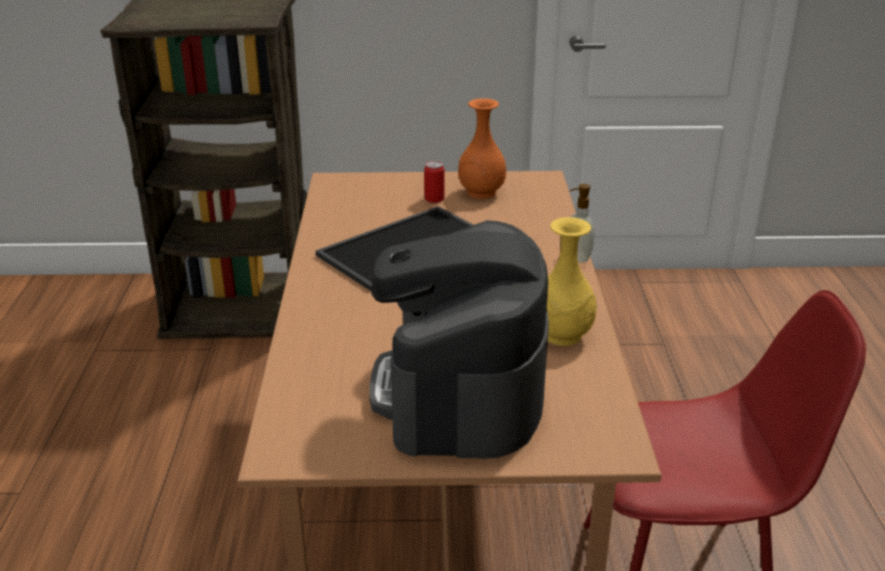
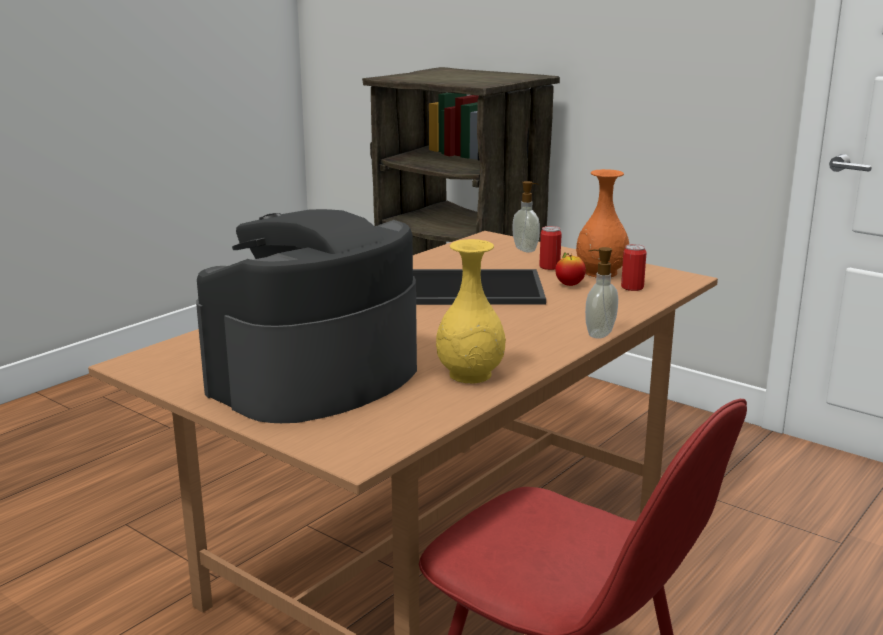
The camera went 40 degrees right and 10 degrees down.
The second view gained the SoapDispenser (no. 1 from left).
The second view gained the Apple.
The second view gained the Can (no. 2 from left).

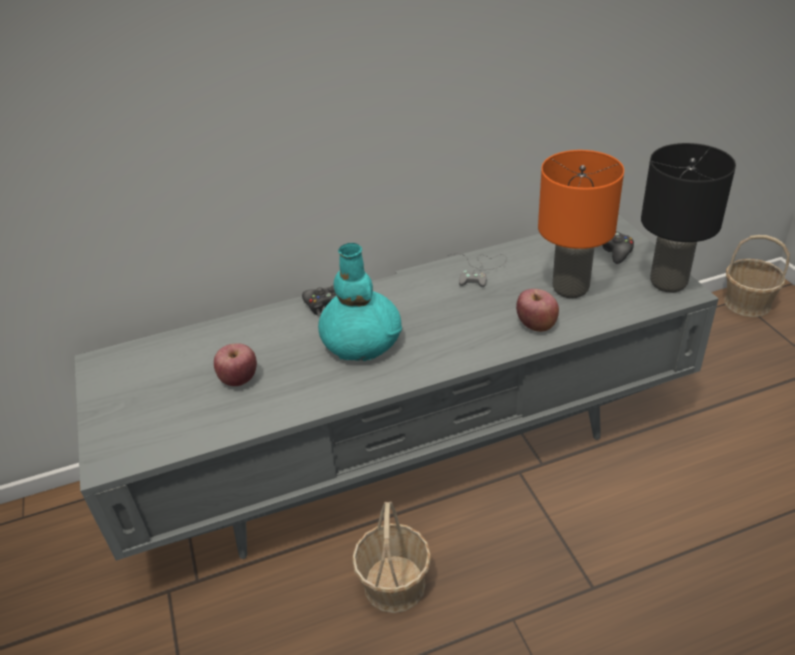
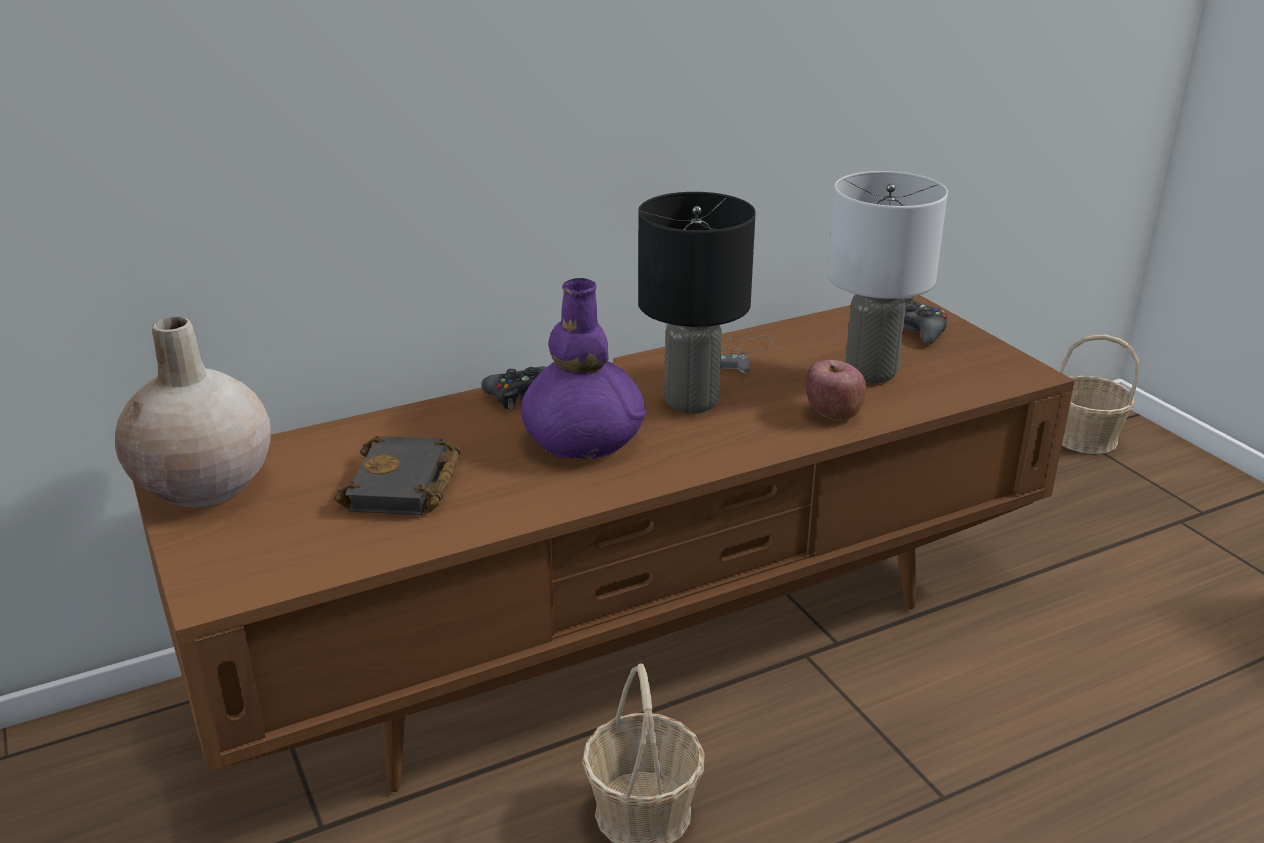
The camera went 10 degrees left and 10 degrees down.
What was the GreyTvStand turned into the BrownTvStand.
Where the Apple (no. 1 from left) stood, the BlackBook came to stand.
What was the TurquoiseVase turned into the PurpleVase.
What was the OrangeTableLamp turned into the WhiteTableLamp.
The BlackTableLamp ended up elsewhere.
The second view gained the BeigeVase.

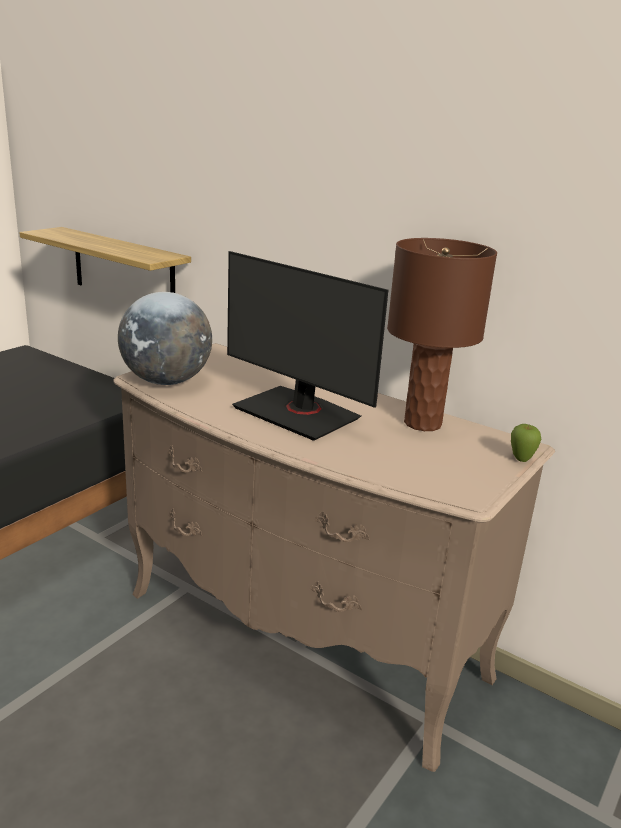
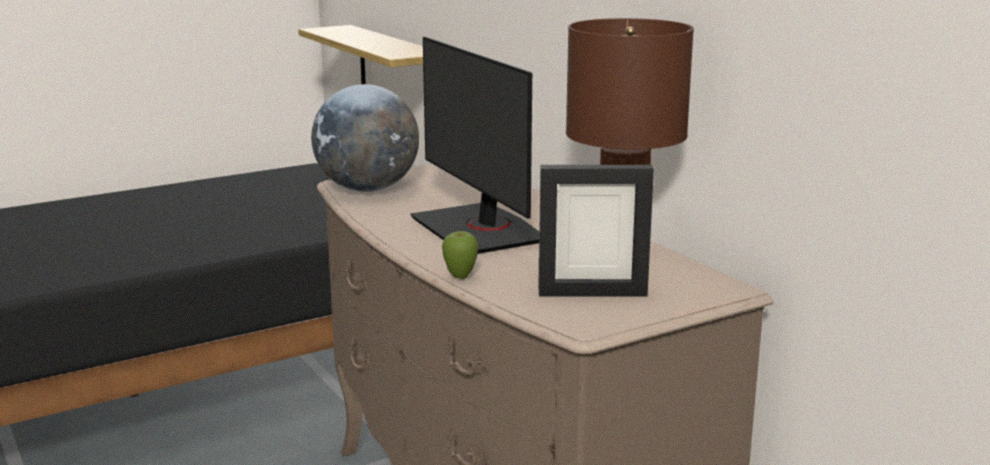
The camera went 25 degrees right and 5 degrees down.
The Apple ended up elsewhere.
The second view gained the PictureFrame.

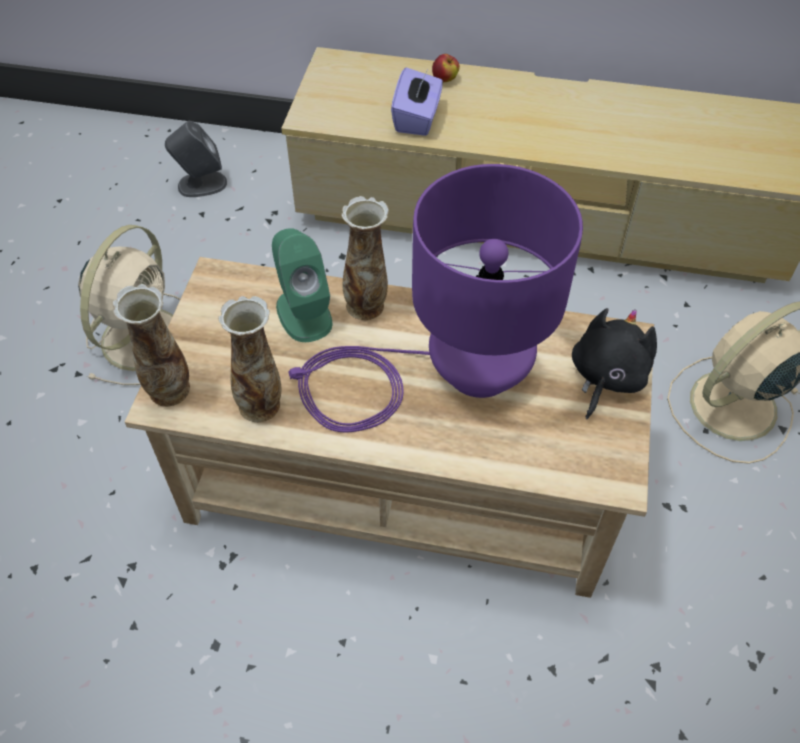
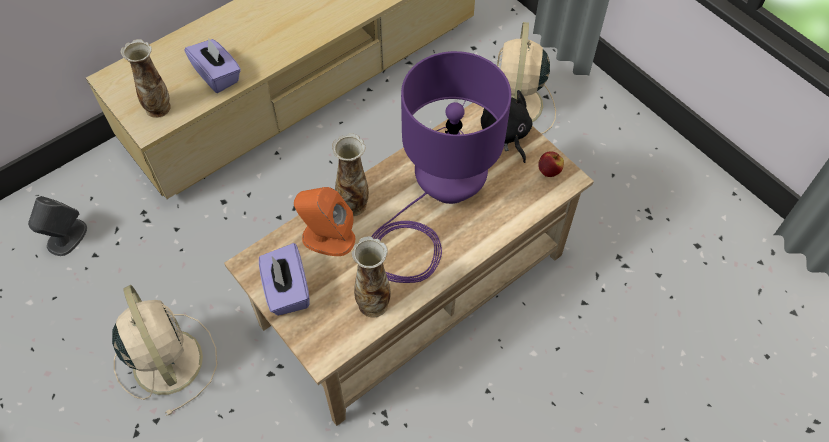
The camera went 50 degrees left and 5 degrees up.
The Vase (no. 1 from left) ended up elsewhere.
What was the GreenSpeaker turned into the OrangeSpeaker.
The Apple ended up elsewhere.
The second view gained the PurpleTissueBox (no. 2 from left).

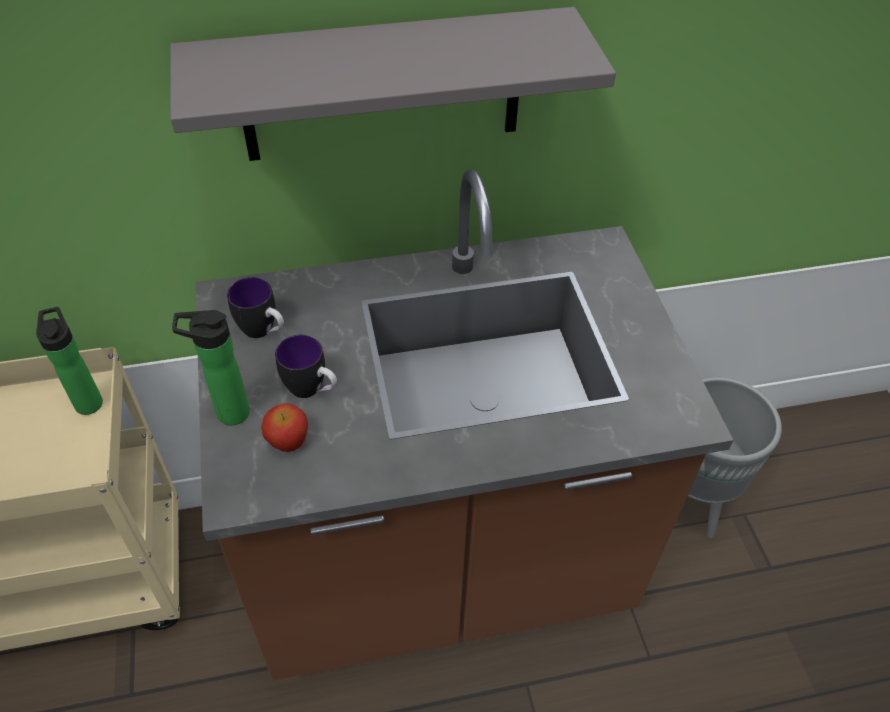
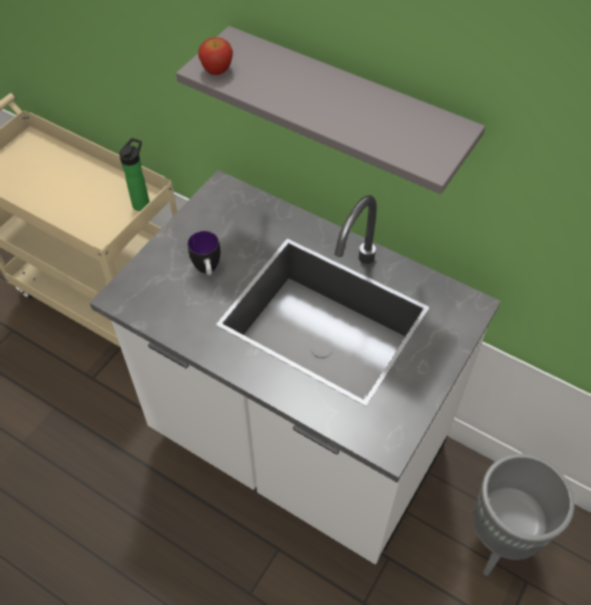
The camera went 45 degrees right and 5 degrees up.
The second view lost the Bottle (no. 2 from left).
What was the BrownCounter turned into the WhiteCounter.
The second view lost the Mug (no. 1 from left).
The Apple ended up elsewhere.

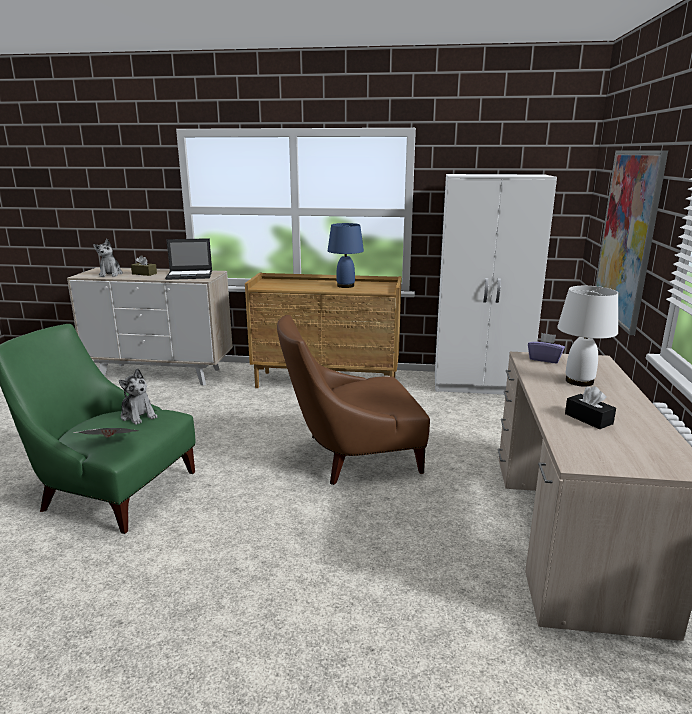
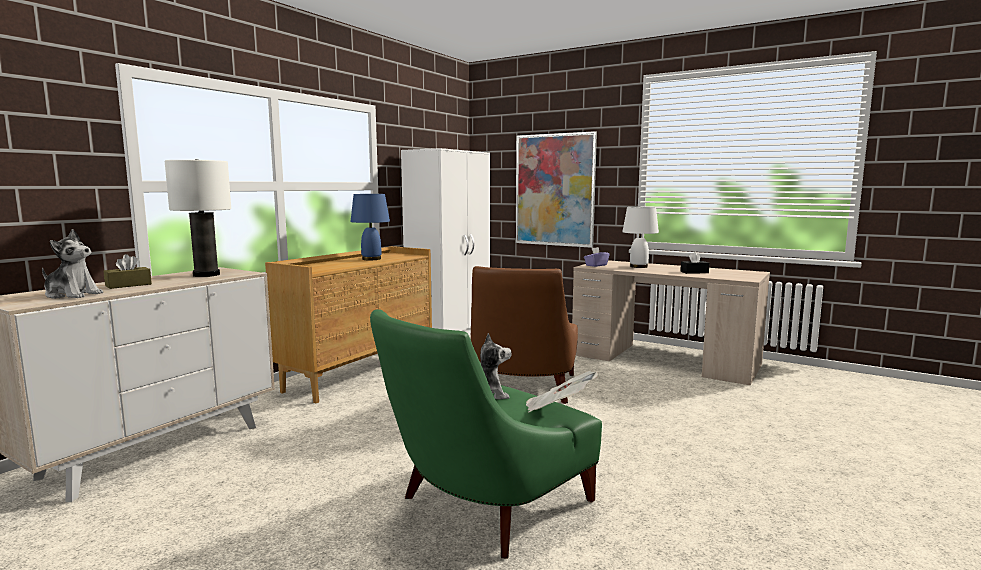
The camera went 65 degrees left and 10 degrees down.
Where the Laptop stood, the WhiteTableLamp (no. 1 from left) came to stand.

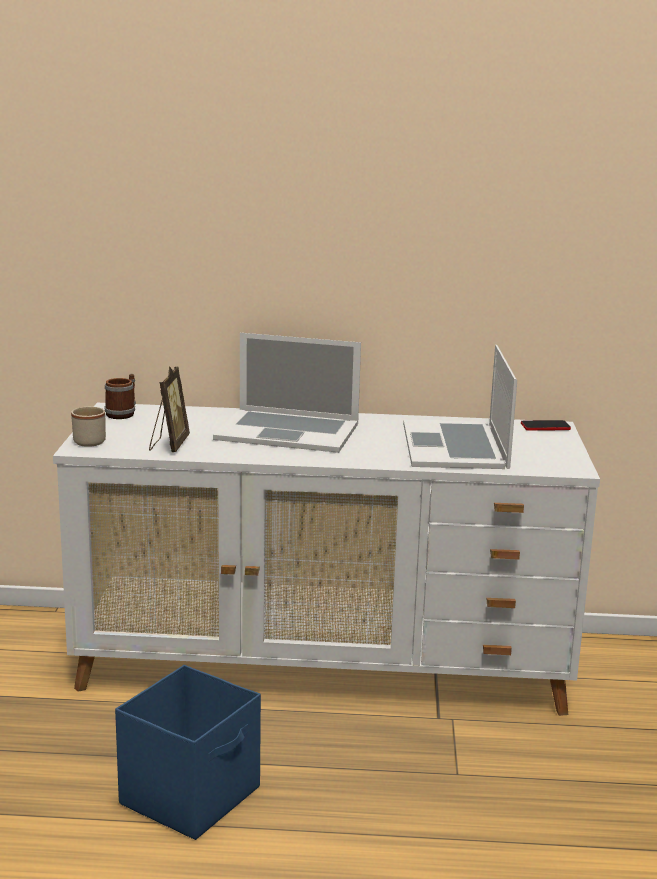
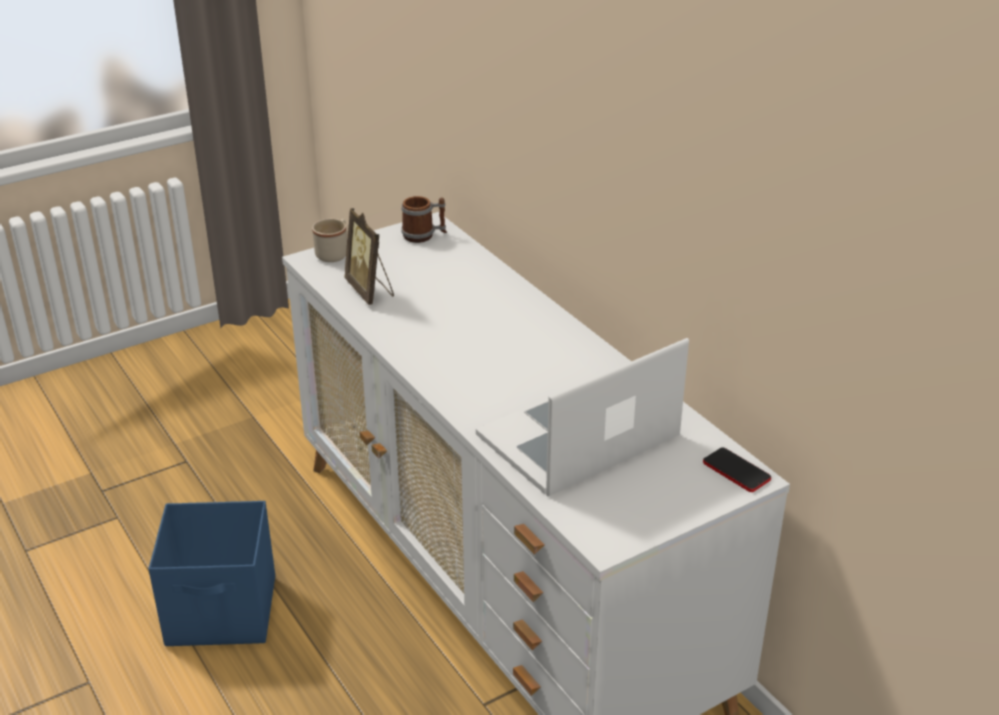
The camera went 55 degrees right and 15 degrees up.
The PictureFrame ended up facing another way, 90 degrees clockwise from before.
The second view lost the Laptop (no. 1 from left).

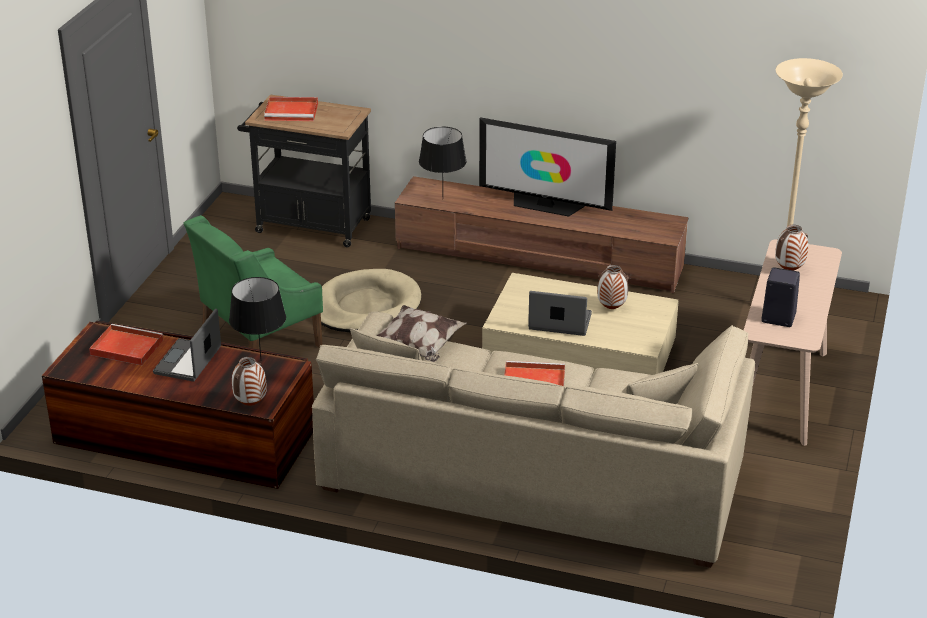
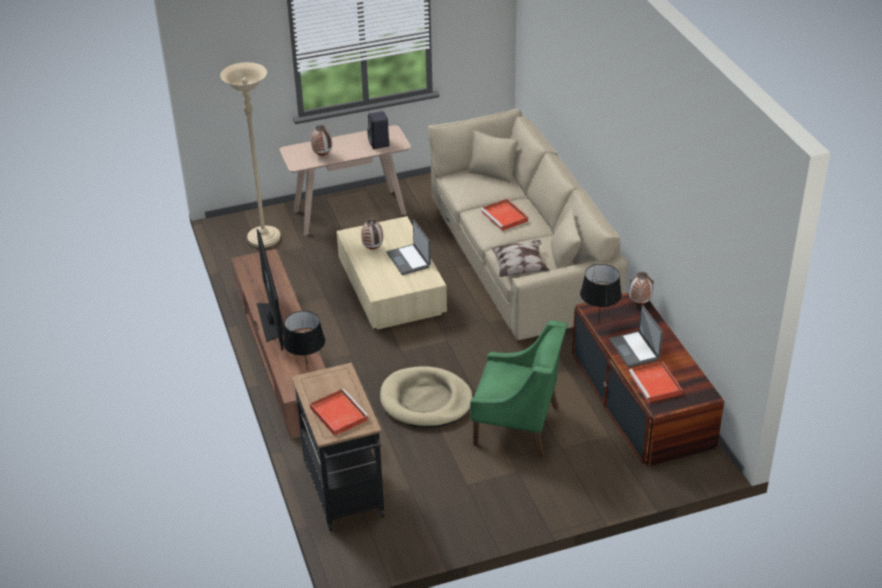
The camera went 125 degrees left and 5 degrees up.
The Laptop (no. 1 from left in the first image) ended up facing another way, 90 degrees clockwise from before.

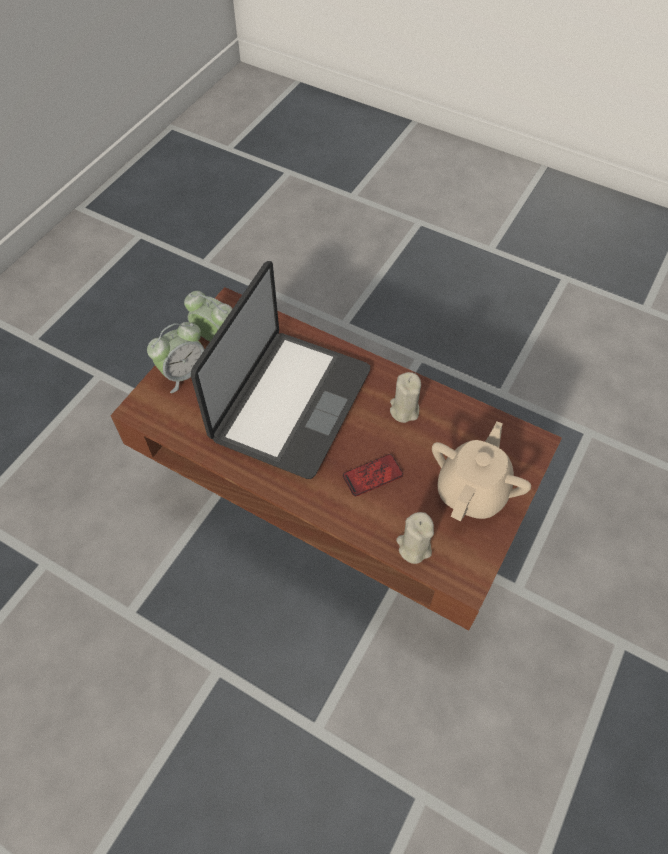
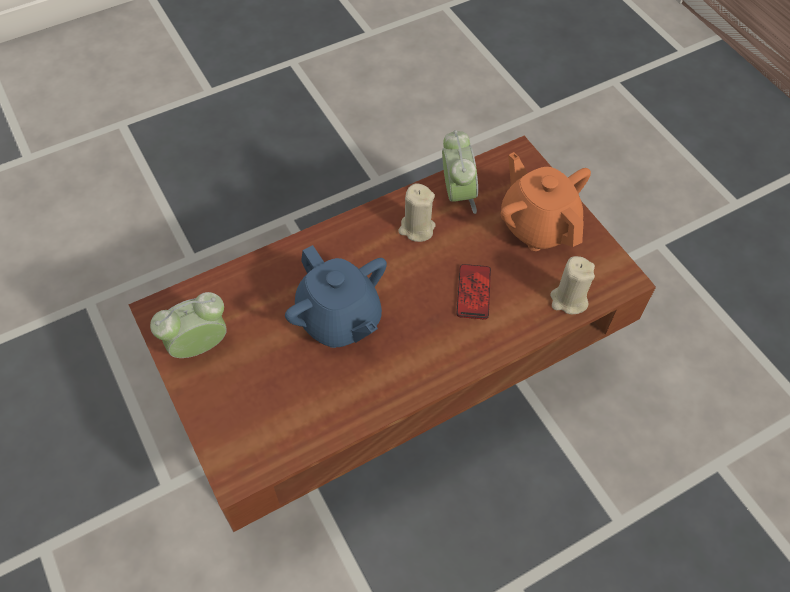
The camera went 60 degrees left and 0 degrees up.
The AlarmClock (no. 1 from left in the first image) ended up elsewhere.
Where the Laptop stood, the BlueTeapot came to stand.
What was the BeigeTeapot turned into the OrangeTeapot.

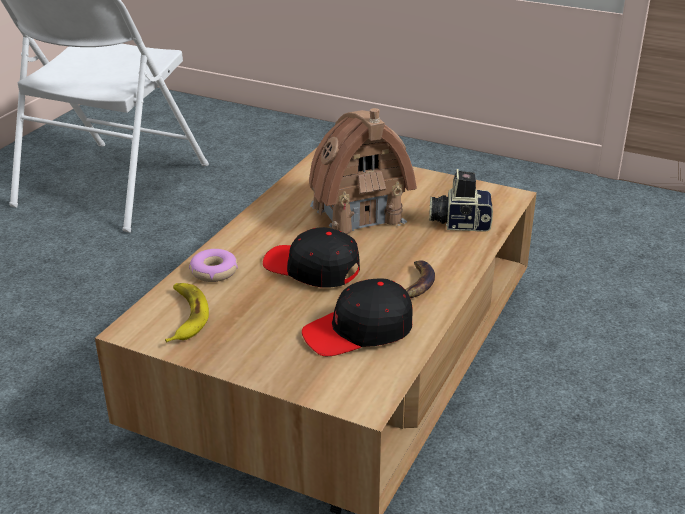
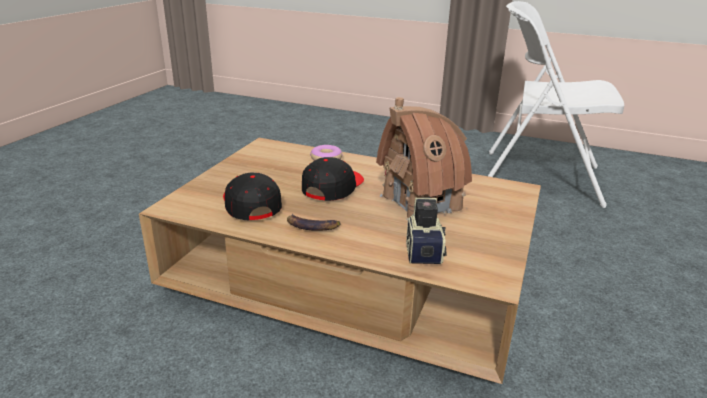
The camera went 85 degrees right and 5 degrees down.
The second view lost the Banana (no. 1 from left).

